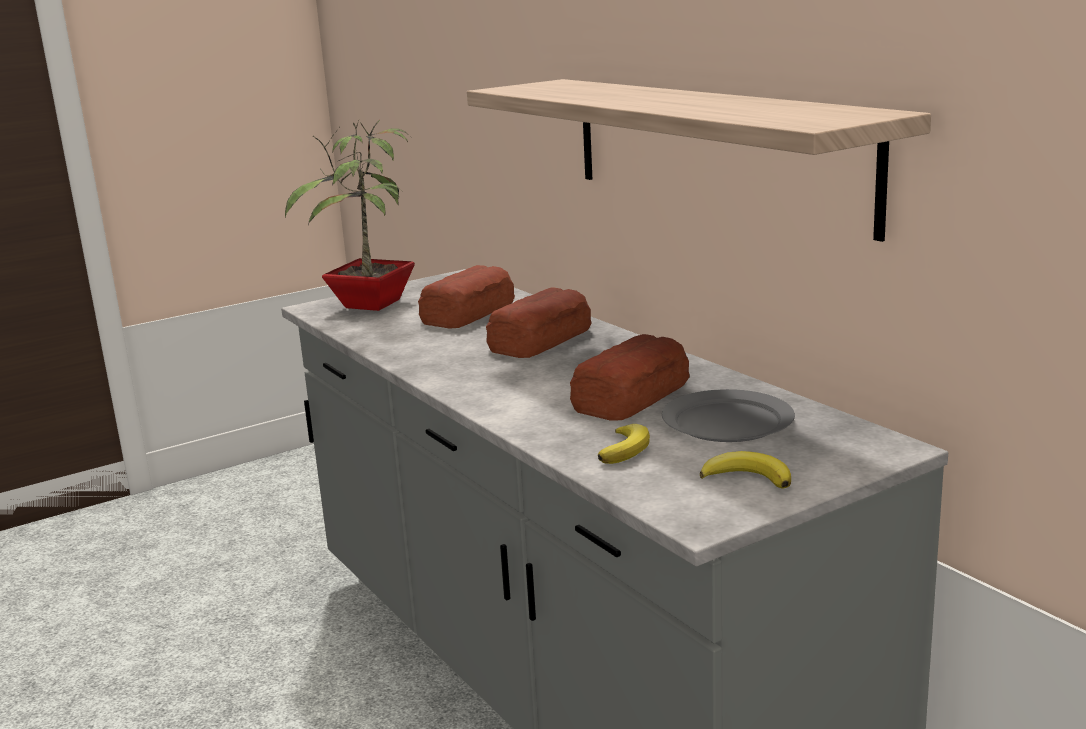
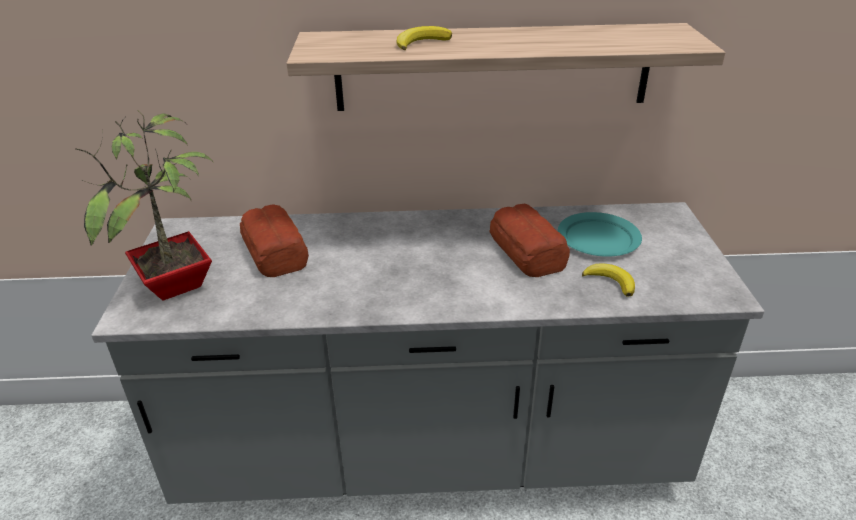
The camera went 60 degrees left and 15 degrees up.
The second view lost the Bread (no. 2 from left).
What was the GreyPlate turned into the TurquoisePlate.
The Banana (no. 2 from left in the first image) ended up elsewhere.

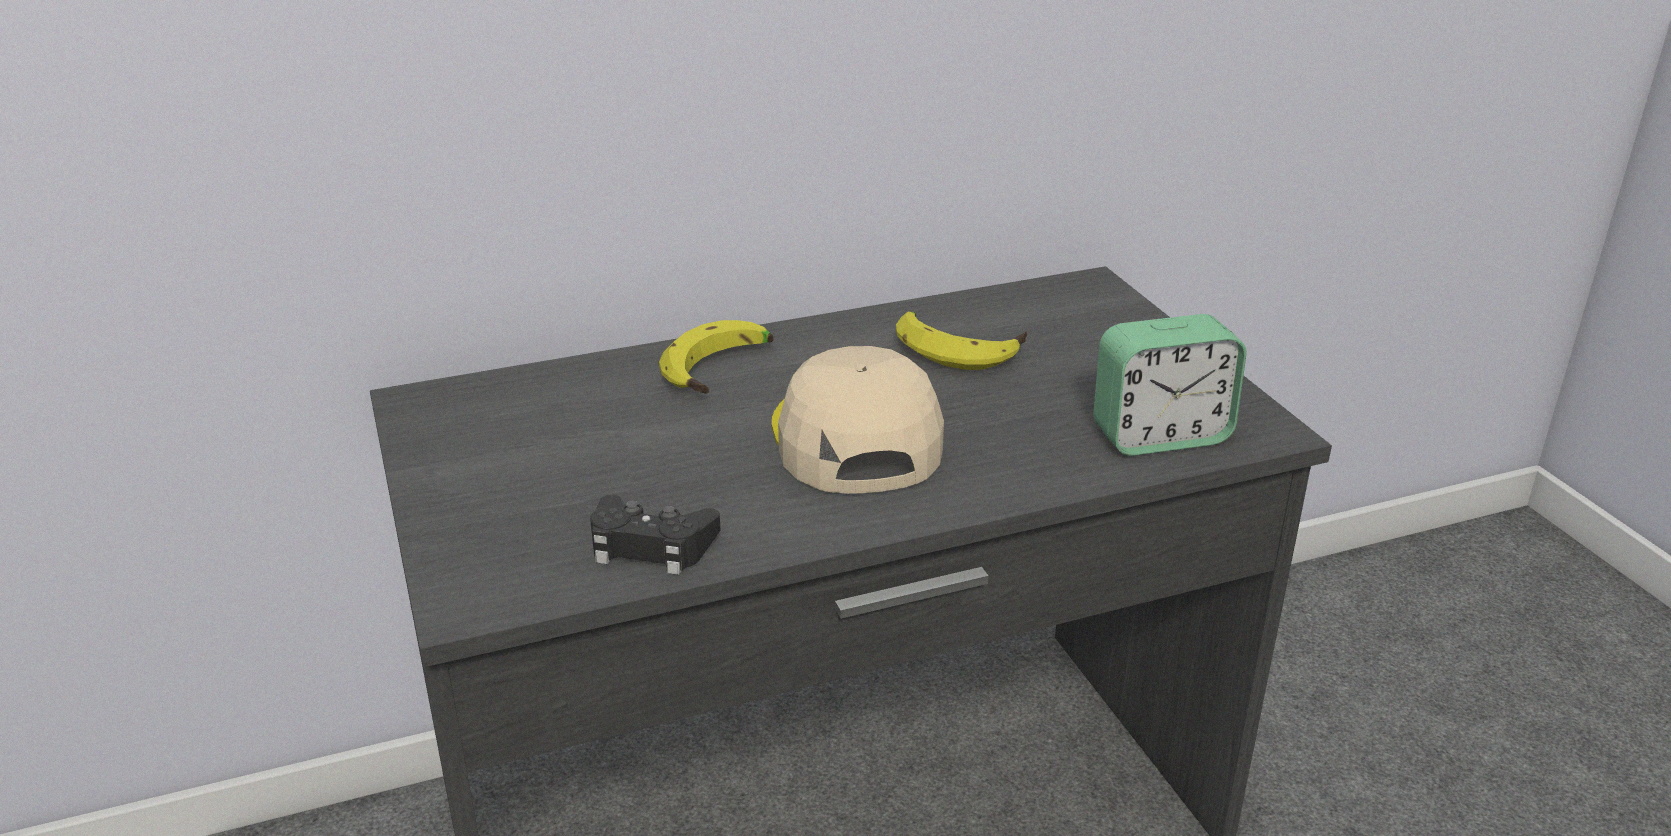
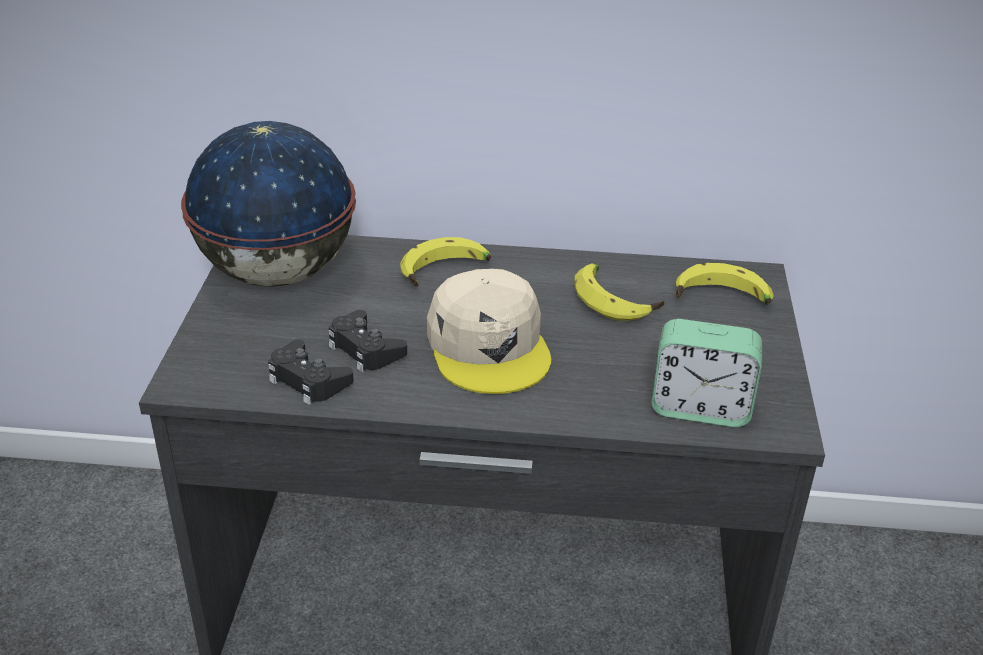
The camera went 25 degrees right and 5 degrees up.
The BeigeCap ended up facing another way, 150 degrees clockwise from before.
The second view gained the Globe.
The second view gained the BlackGameController (no. 2 from left).
The second view gained the Banana (no. 3 from left).

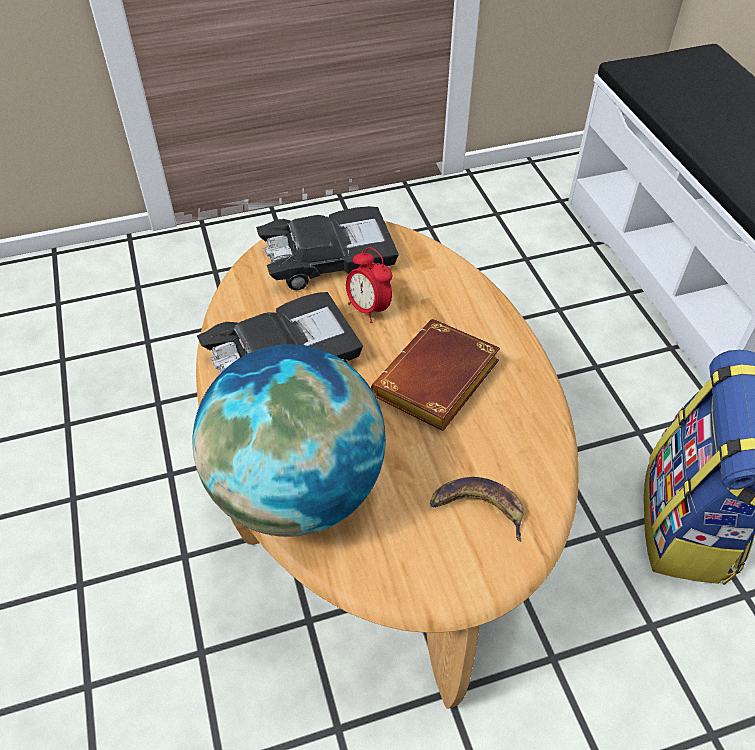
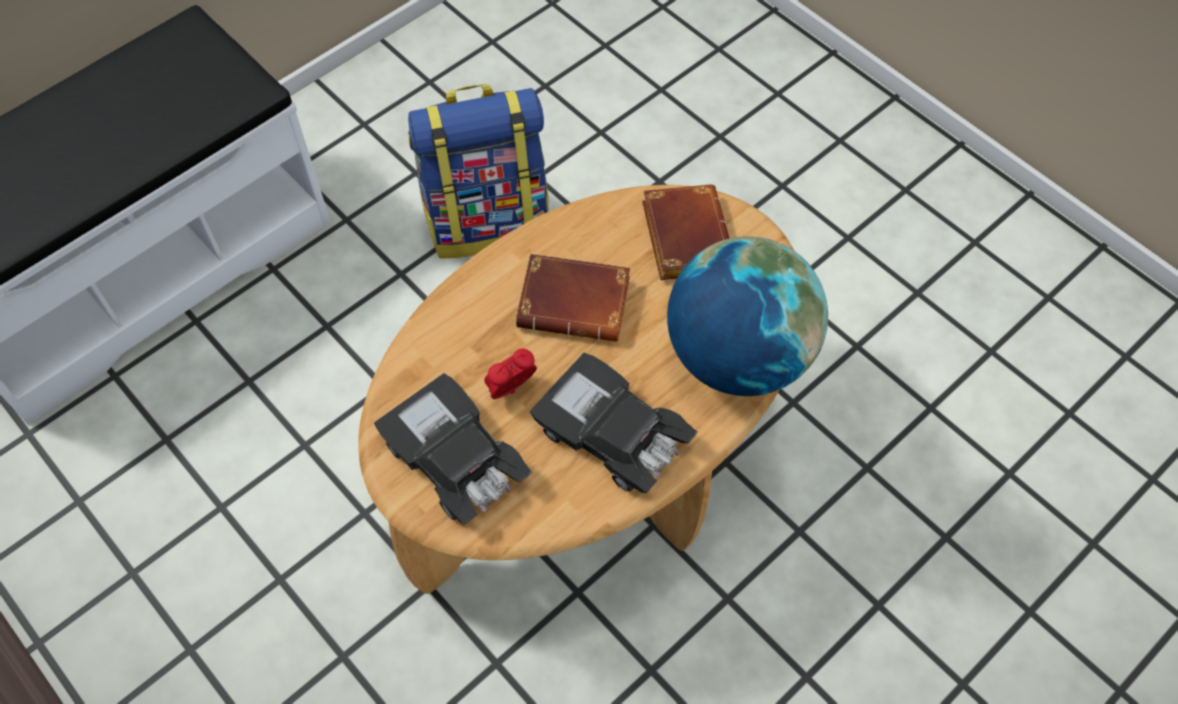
The camera went 115 degrees left and 10 degrees up.
The AlarmClock ended up facing another way, 150 degrees counterclockwise from before.
Where the Banana stood, the BrownBook (no. 2 from left) came to stand.

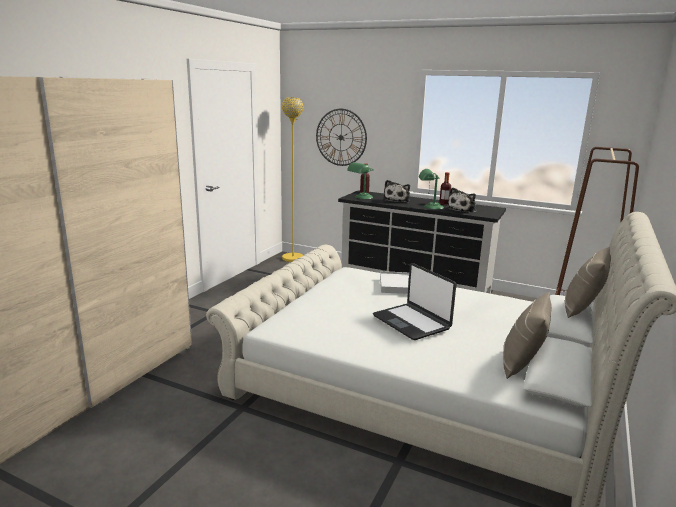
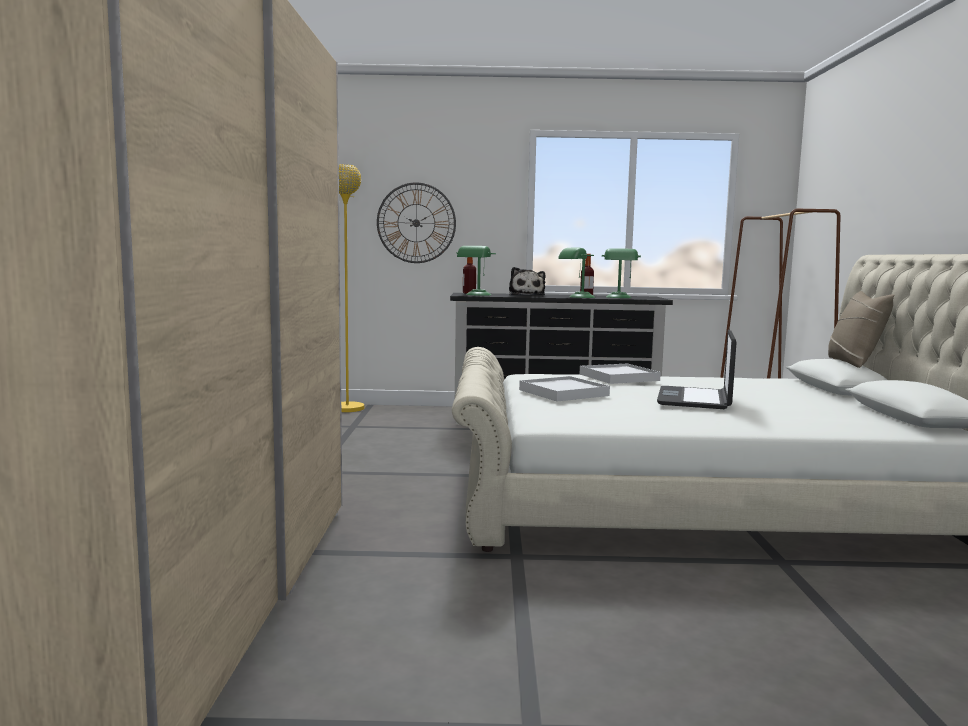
The camera went 25 degrees left and 10 degrees down.
The Laptop ended up facing another way, 75 degrees clockwise from before.
Where the PlushToy (no. 2 from left) stood, the GreenTableLamp (no. 3 from left) came to stand.
The second view lost the BeigePillow (no. 1 from left).
The second view gained the WhiteTray (no. 1 from left).

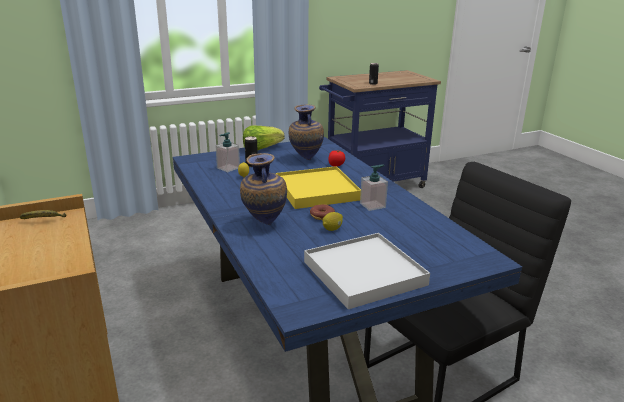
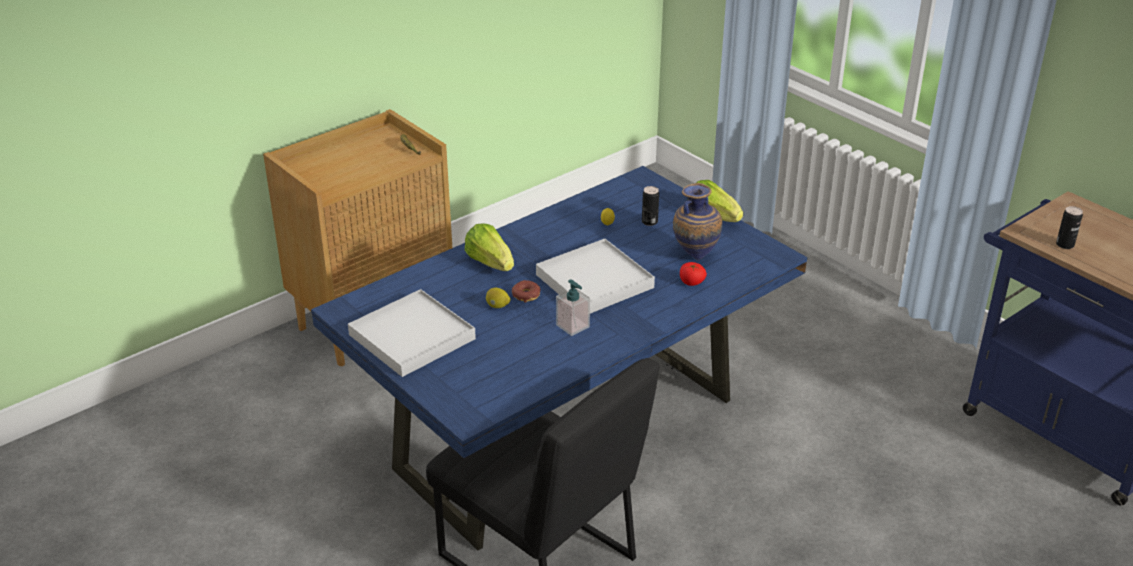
The camera went 75 degrees right and 10 degrees up.
The second view lost the SoapDispenser (no. 1 from left).
Where the Vase (no. 1 from left) stood, the Lettuce (no. 1 from left) came to stand.
What was the YellowTray turned into the WhiteTray (no. 2 from left).

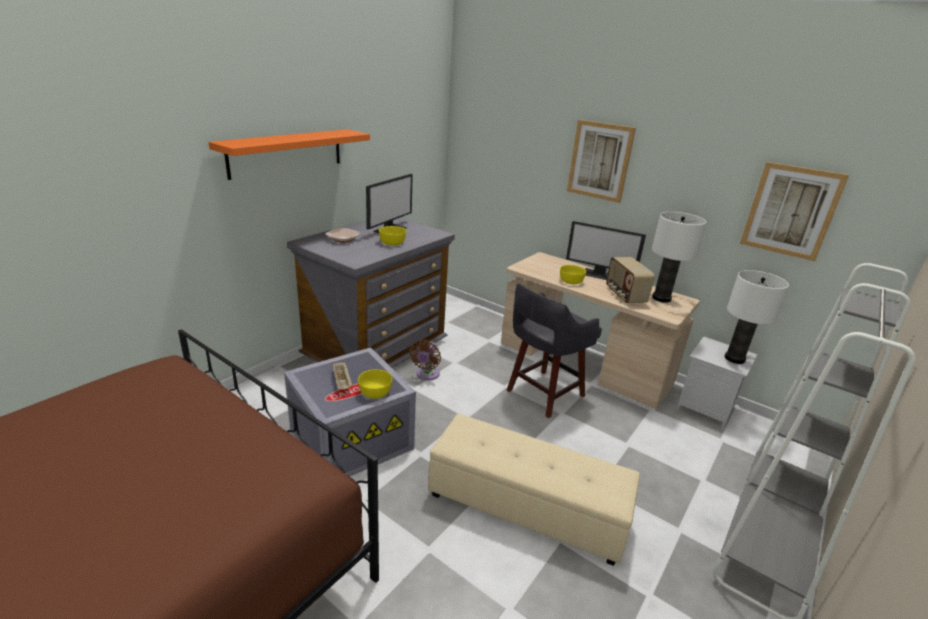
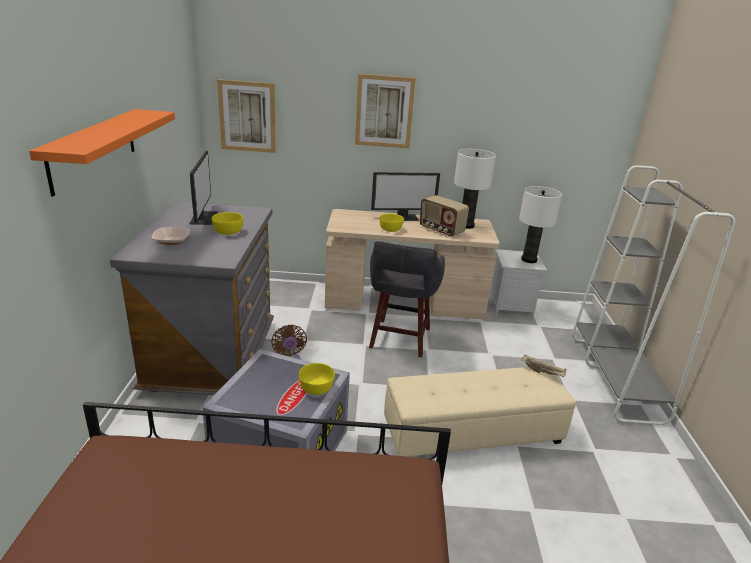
The camera went 35 degrees left and 0 degrees up.
The BeigeTray ended up elsewhere.
The Picture (no. 2 from left in the first image) ended up elsewhere.

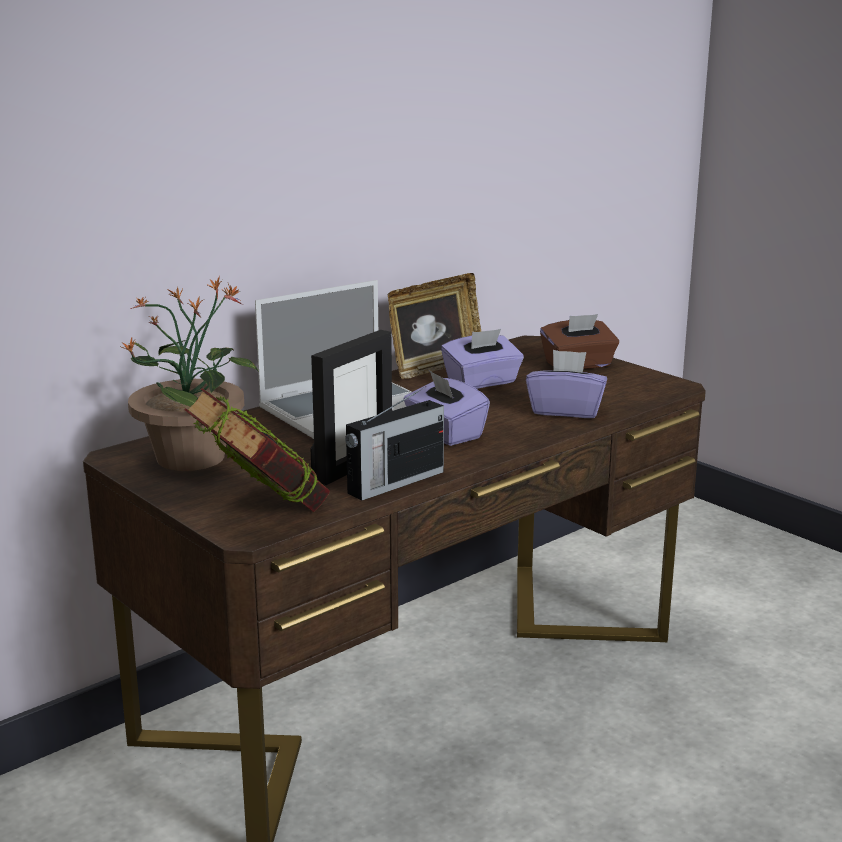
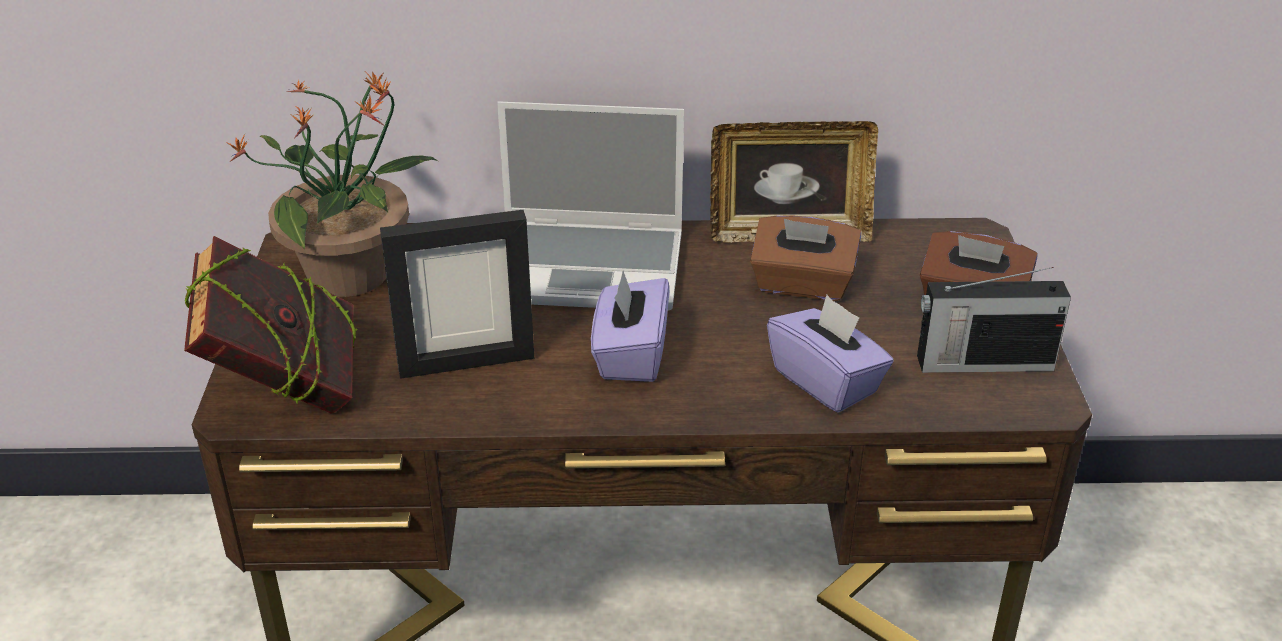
The camera went 40 degrees right and 15 degrees up.
The Radio ended up elsewhere.
What was the PurpleTissueBox (no. 2 from left) turned into the BrownTissueBox (no. 1 from left).

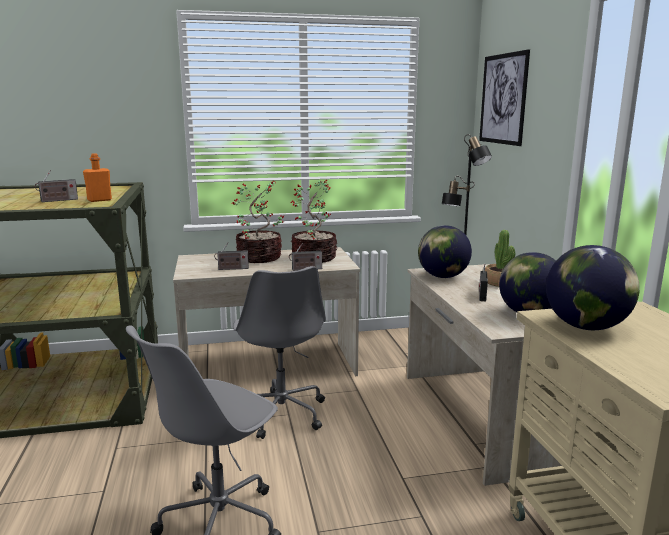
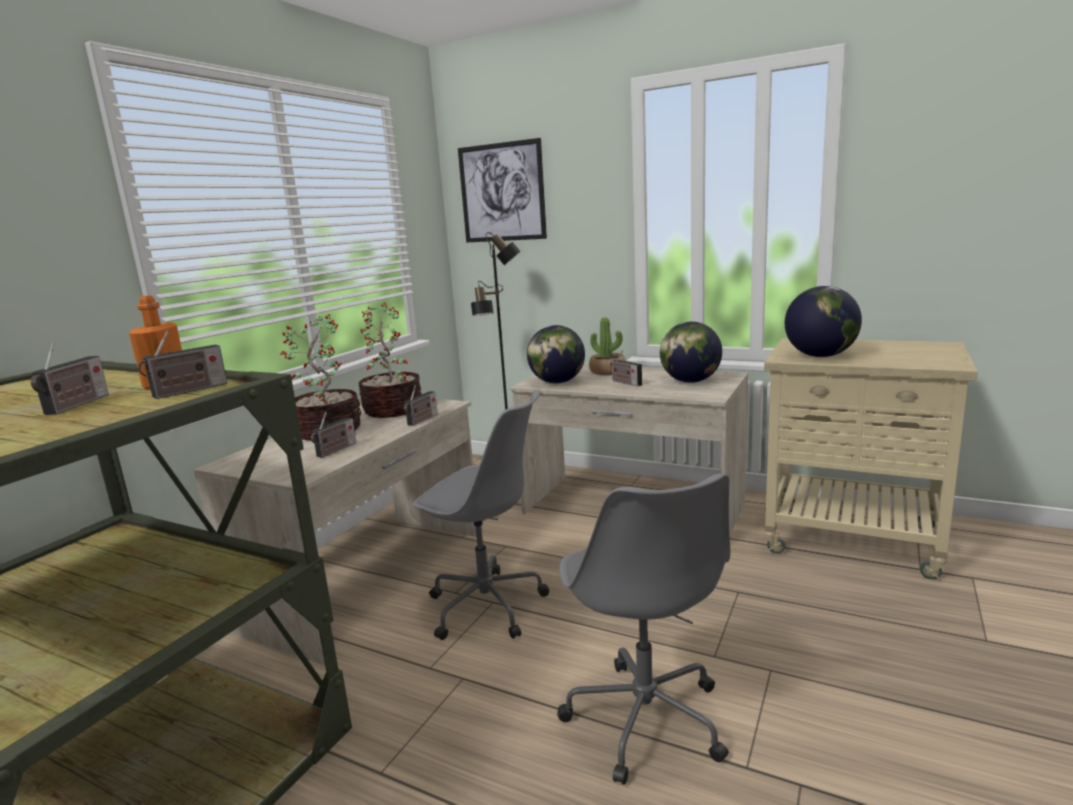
The camera went 50 degrees left and 0 degrees up.
The second view gained the Radio (no. 2 from left).

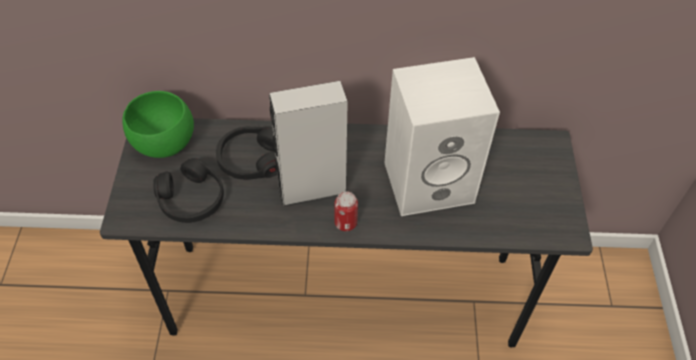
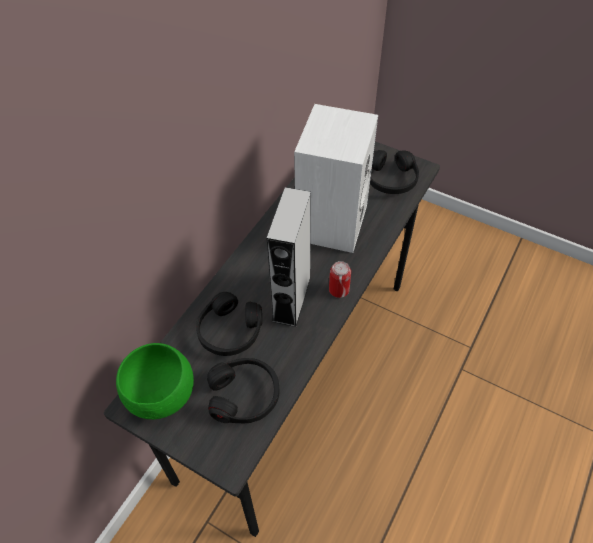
The camera went 60 degrees left and 0 degrees up.
The second view gained the BlackHeadphones (no. 3 from left).

